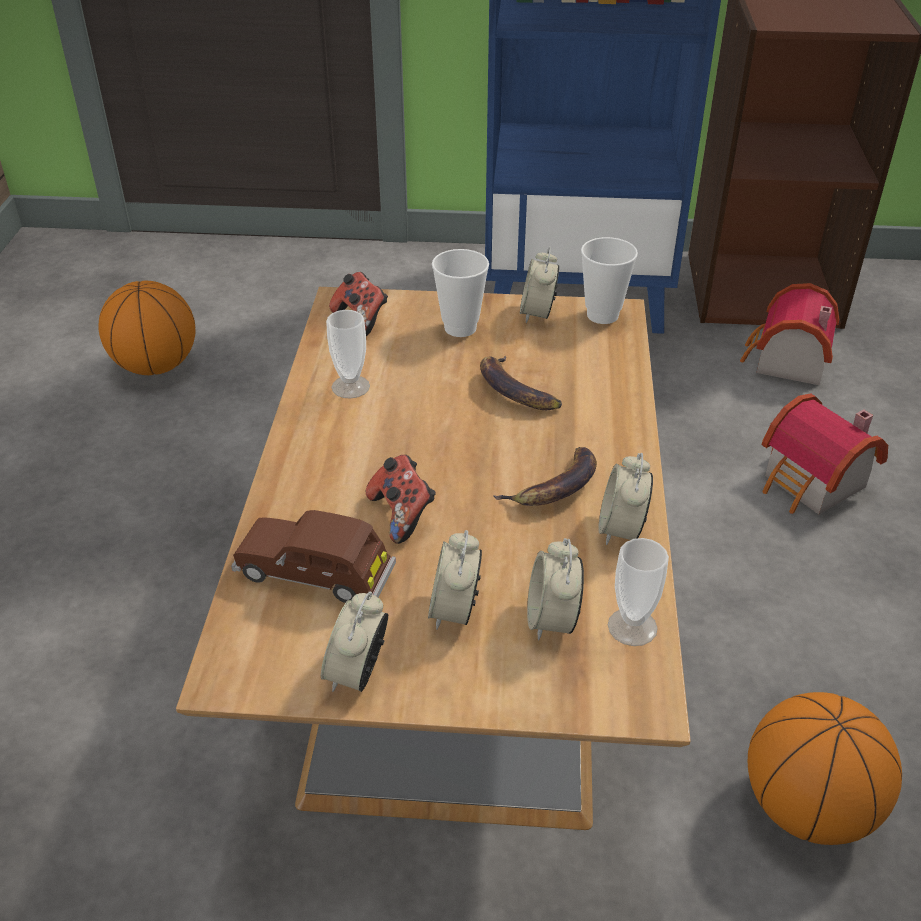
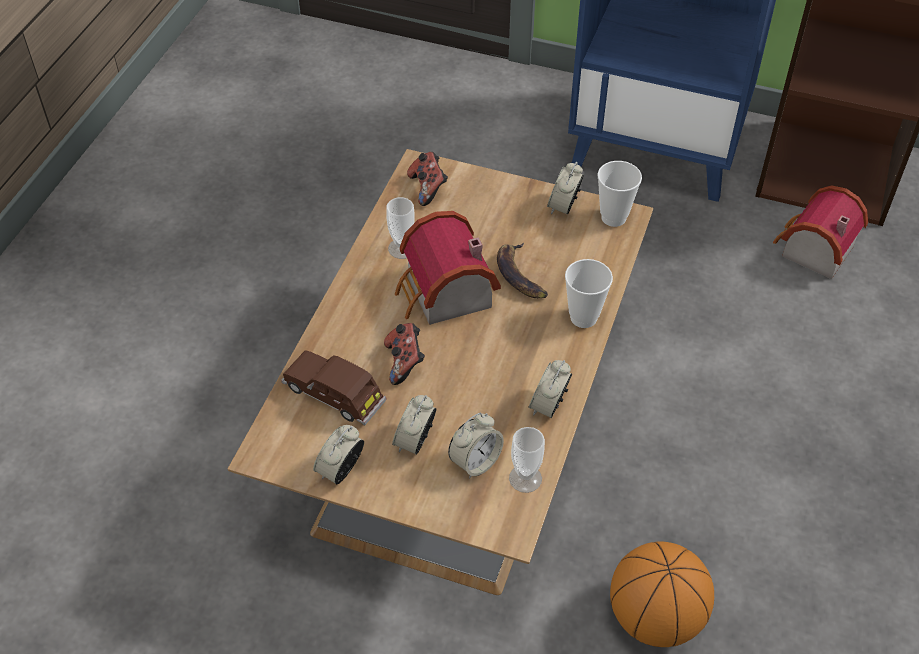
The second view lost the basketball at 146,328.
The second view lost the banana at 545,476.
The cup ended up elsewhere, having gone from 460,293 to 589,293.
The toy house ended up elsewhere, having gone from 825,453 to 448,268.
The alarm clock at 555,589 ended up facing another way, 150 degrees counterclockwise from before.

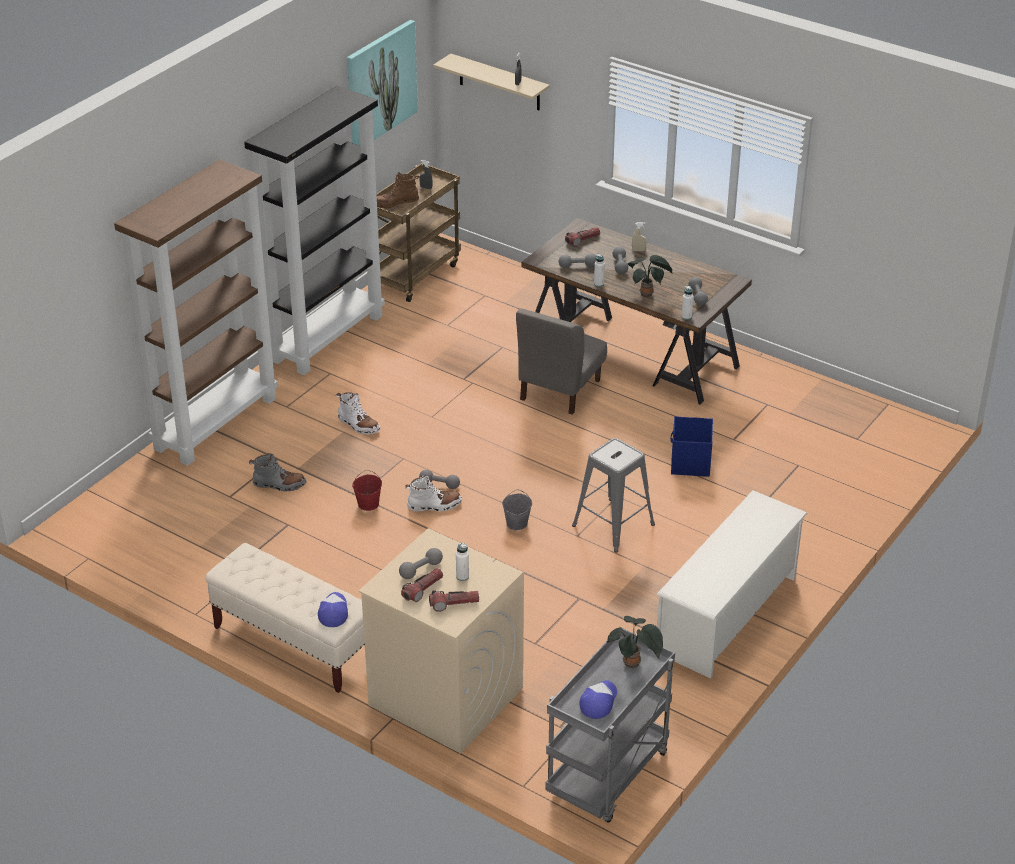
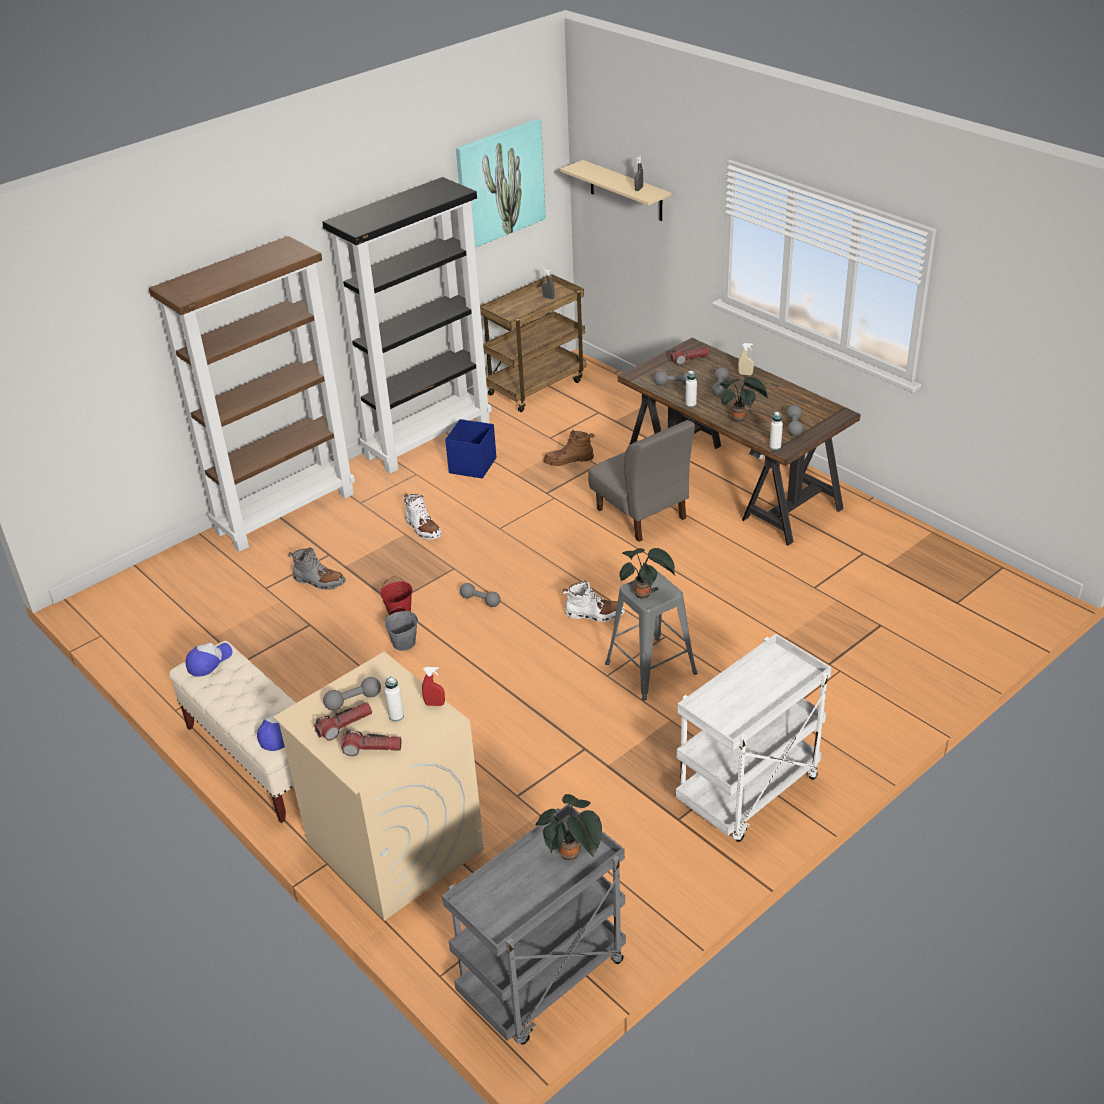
The second view gained the red spray bottle at 433,686.
The second view gained the potted plant at 648,573.
The brown boot ended up elsewhere, having gone from 398,190 to 569,448.
The white boot ended up elsewhere, having gone from 433,493 to 594,601.
The grey bucket ended up elsewhere, having gone from 517,509 to 401,629.
The cap ended up elsewhere, having gone from 598,699 to 209,660.
The blue storage box ended up elsewhere, having gone from 692,446 to 470,449.
Where the white shoe rack stood at 732,584, the white cart came to stand at 753,738.
The grey chair at 561,361 ended up facing another way, 75 degrees counterclockwise from before.

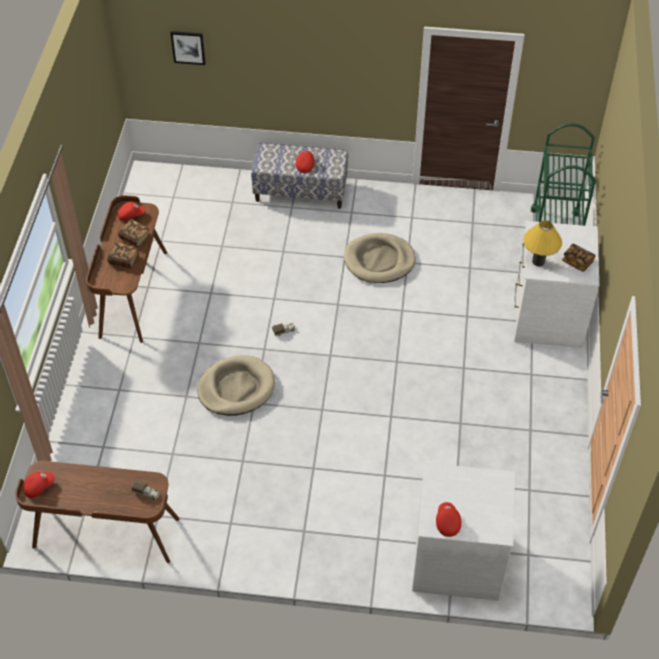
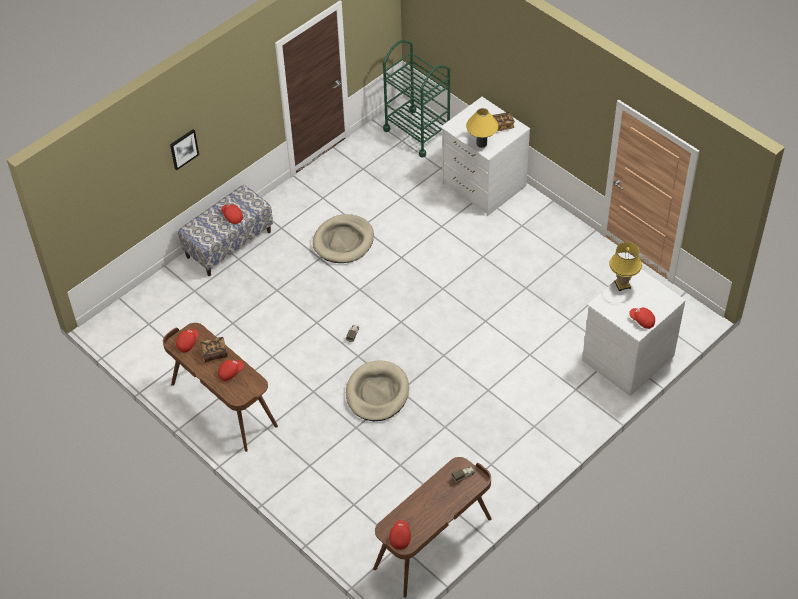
The second view gained the yellow table lamp at 625,266.
The picture ended up elsewhere, having gone from 188,48 to 184,149.
Where the book stood at 123,255, the red cap came to stand at 231,370.

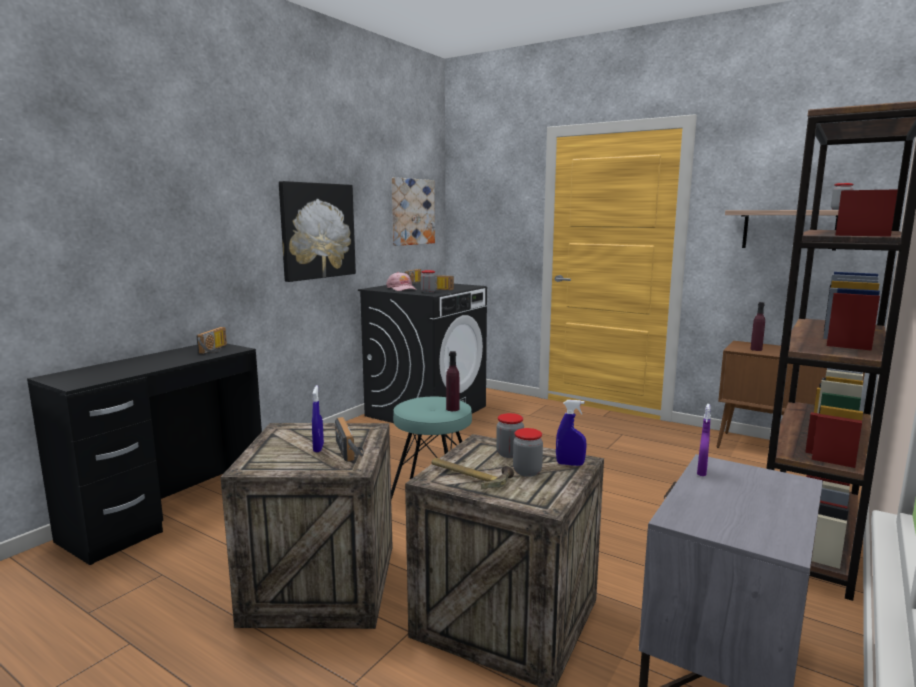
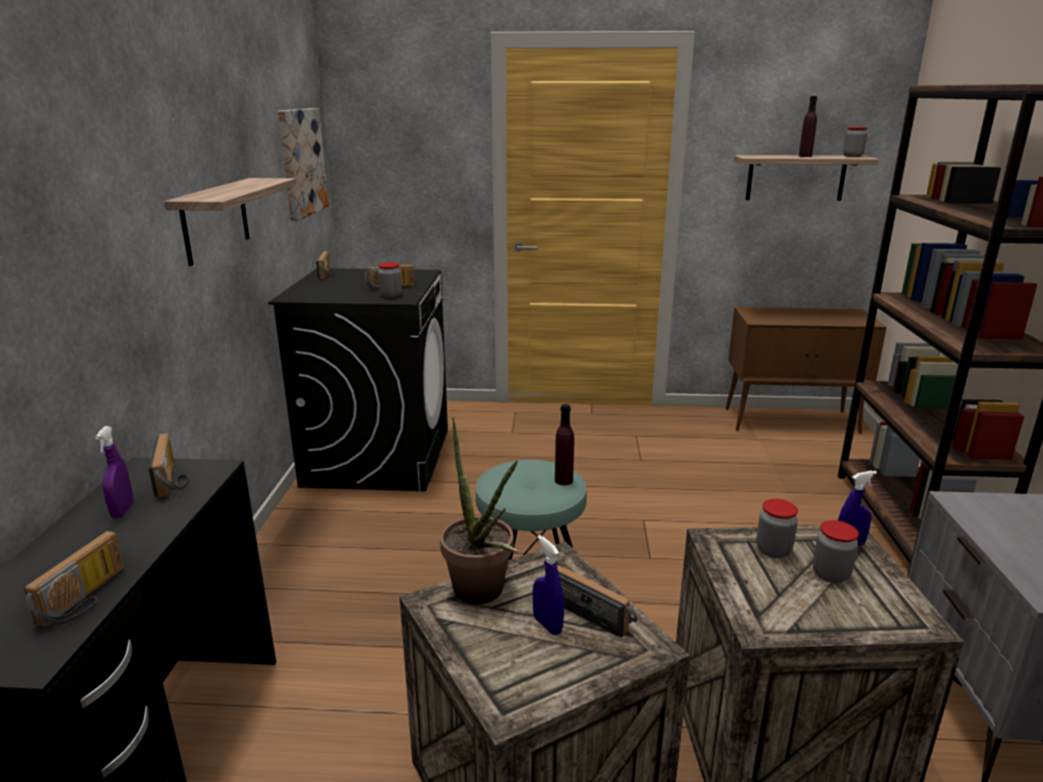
The second view lost the pink cap at 401,281.
The second view lost the hammer at 473,473.
The second view gained the radio at 74,579.
The second view gained the potted plant at 479,510.
The purple spray bottle ended up elsewhere, having gone from 704,440 to 114,472.
The purple bottle ended up elsewhere, having gone from 757,326 to 808,126.
Where the picture hung at 317,231, the shelf came to hang at 230,222.

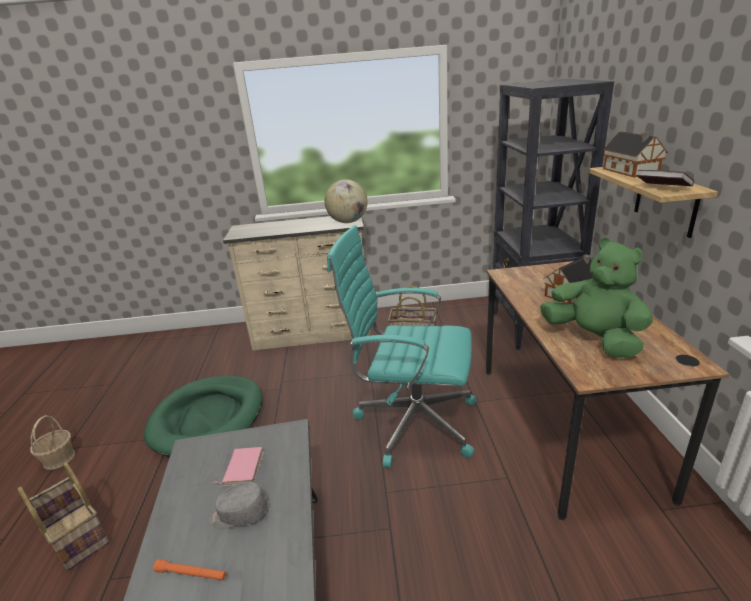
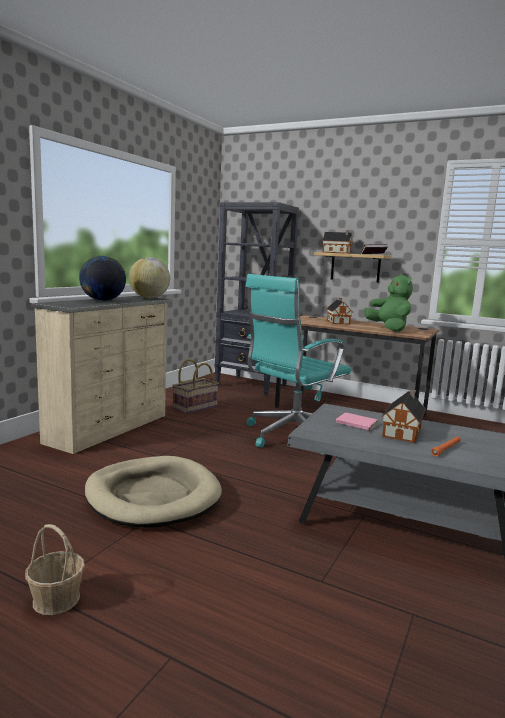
The second view lost the basket at 63,516.
The second view gained the globe at 102,278.
Where the grey cap stood at 237,505, the toy house came to stand at 404,416.
What was the green dog bed at 203,416 turned into the beige dog bed at 153,492.
The green plush toy at 596,298 ended up facing another way, 75 degrees clockwise from before.

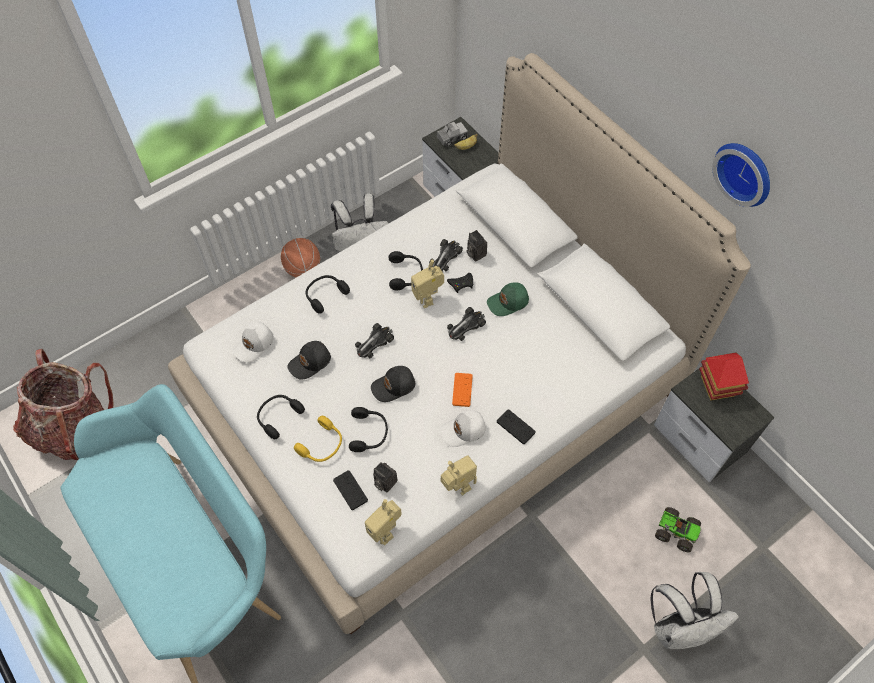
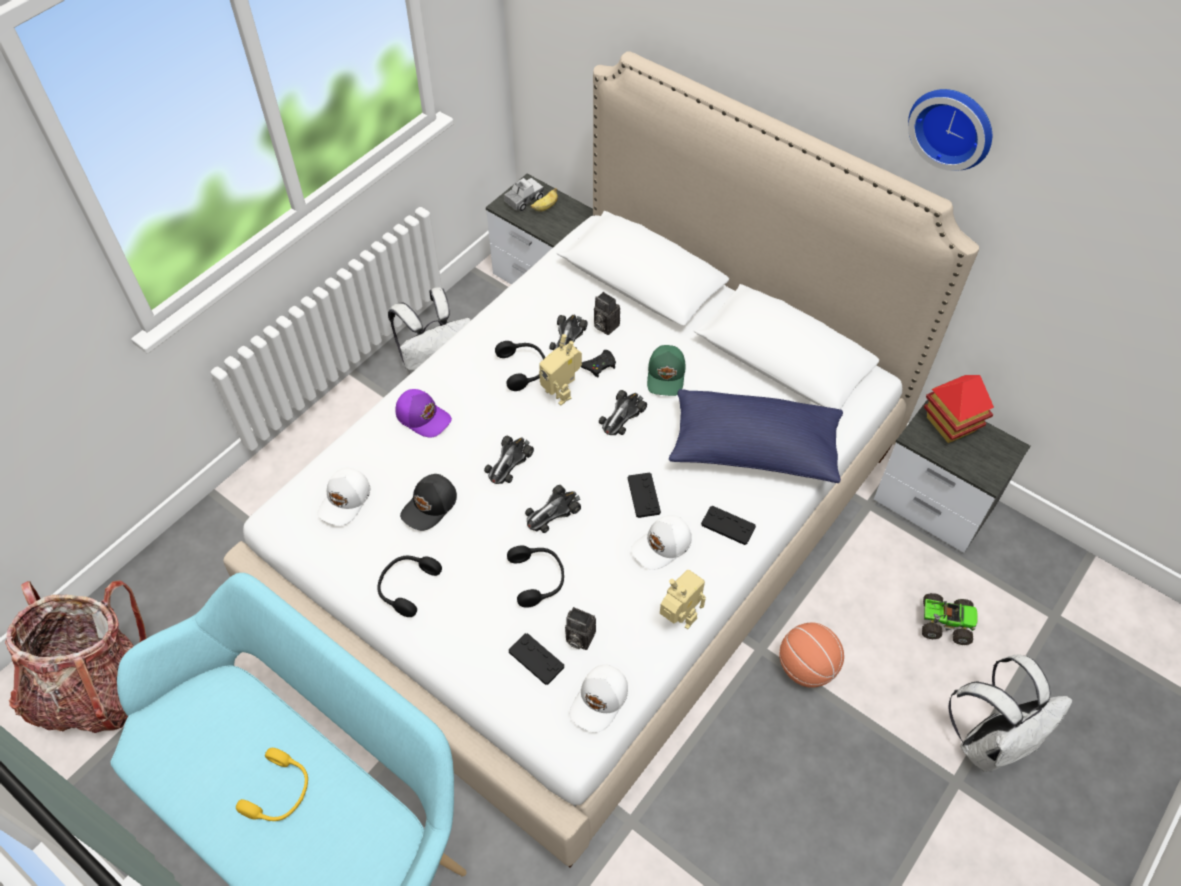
The second view gained the blue pillow at 756,436.
The basketball ended up elsewhere, having gone from 300,257 to 811,655.
The yellow headphones ended up elsewhere, having gone from 318,439 to 272,784.
Where the black headphones stood at 328,294, the purple cap came to stand at 423,413.
Where the toy robot stood at 383,522, the white cap came to stand at 599,698.
Where the black cap stood at 393,384, the toy car came to stand at 553,509.
What was the orange game controller at 462,390 turned into the black game controller at 644,495.
The green cap at 508,299 ended up facing another way, 45 degrees counterclockwise from before.

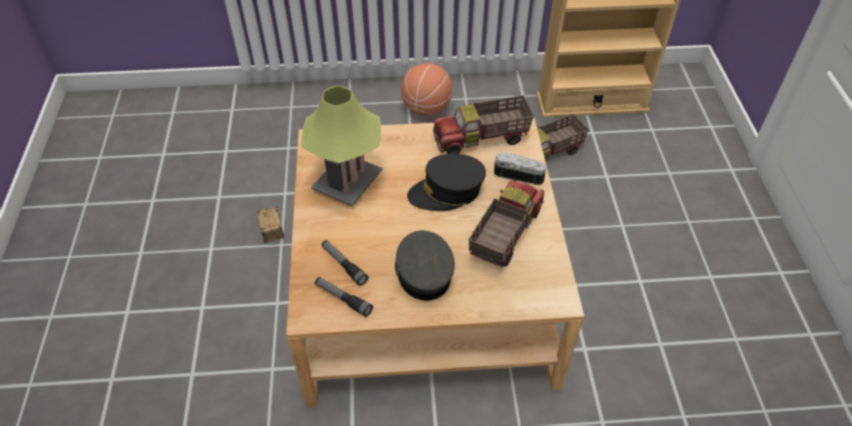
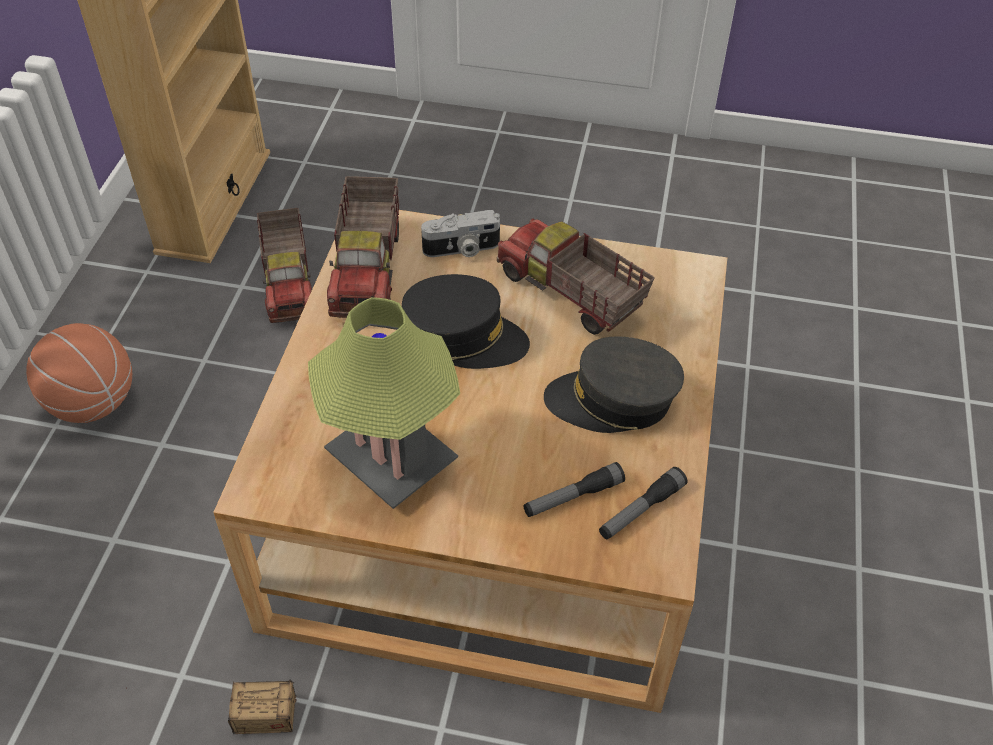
The black cap at 446,182 ended up facing another way, 75 degrees counterclockwise from before.
The photo camera at 520,168 ended up facing another way, 135 degrees counterclockwise from before.

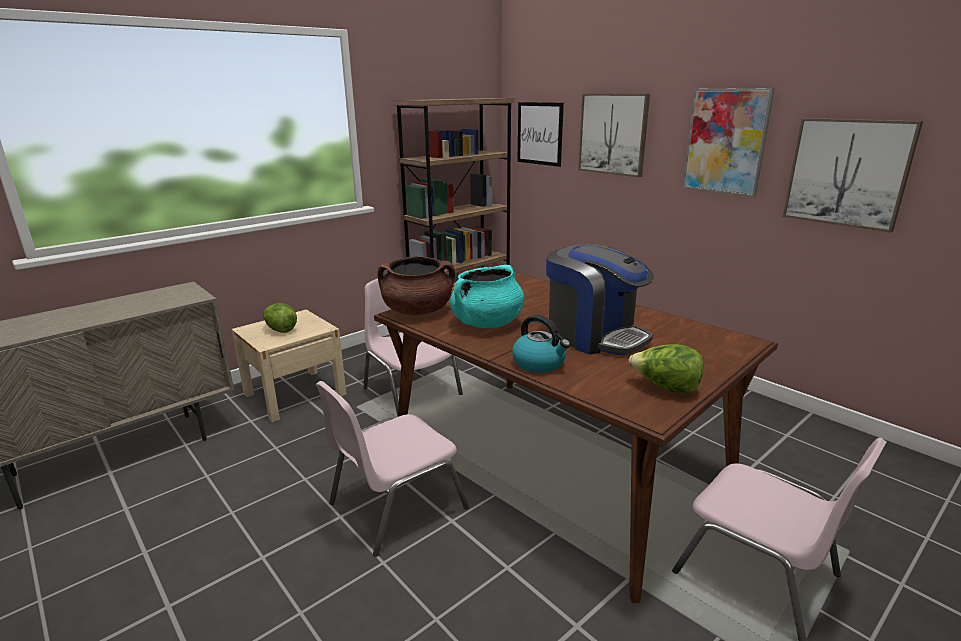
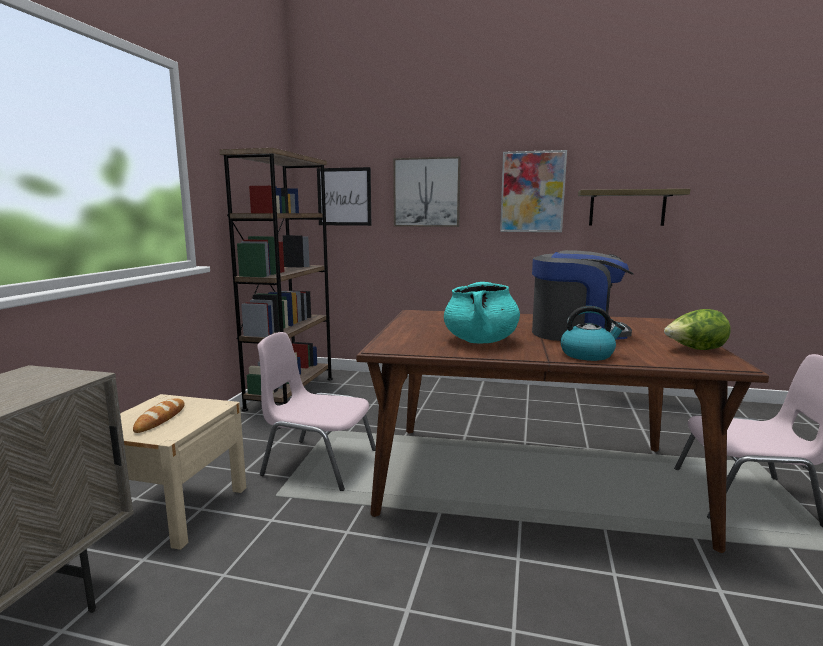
The second view lost the pink chair at 392,469.
The second view lost the brown cooking pot at 416,285.
Where the lettuce stood at 280,318, the bread came to stand at 159,415.
Where the picture hung at 853,175, the shelf came to hang at 634,207.

